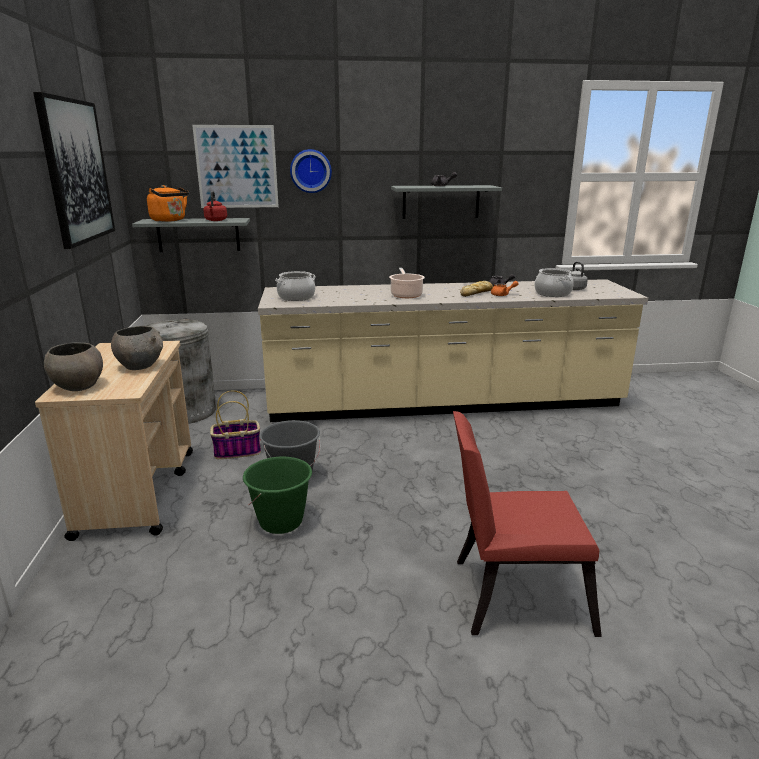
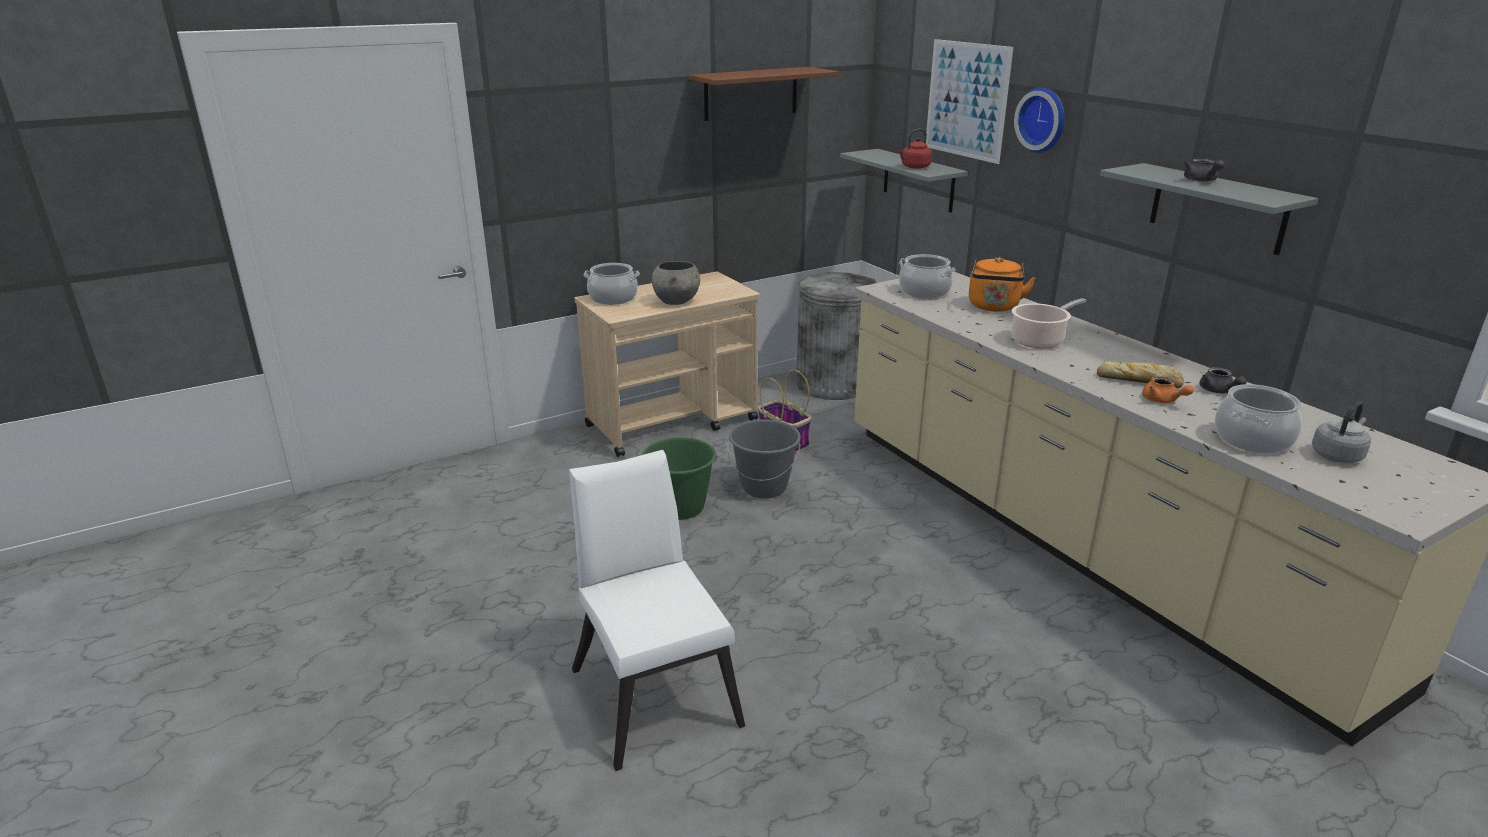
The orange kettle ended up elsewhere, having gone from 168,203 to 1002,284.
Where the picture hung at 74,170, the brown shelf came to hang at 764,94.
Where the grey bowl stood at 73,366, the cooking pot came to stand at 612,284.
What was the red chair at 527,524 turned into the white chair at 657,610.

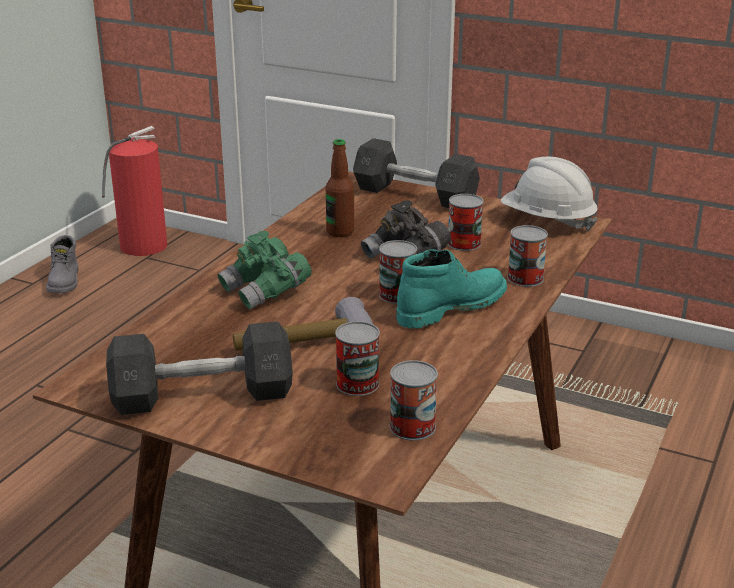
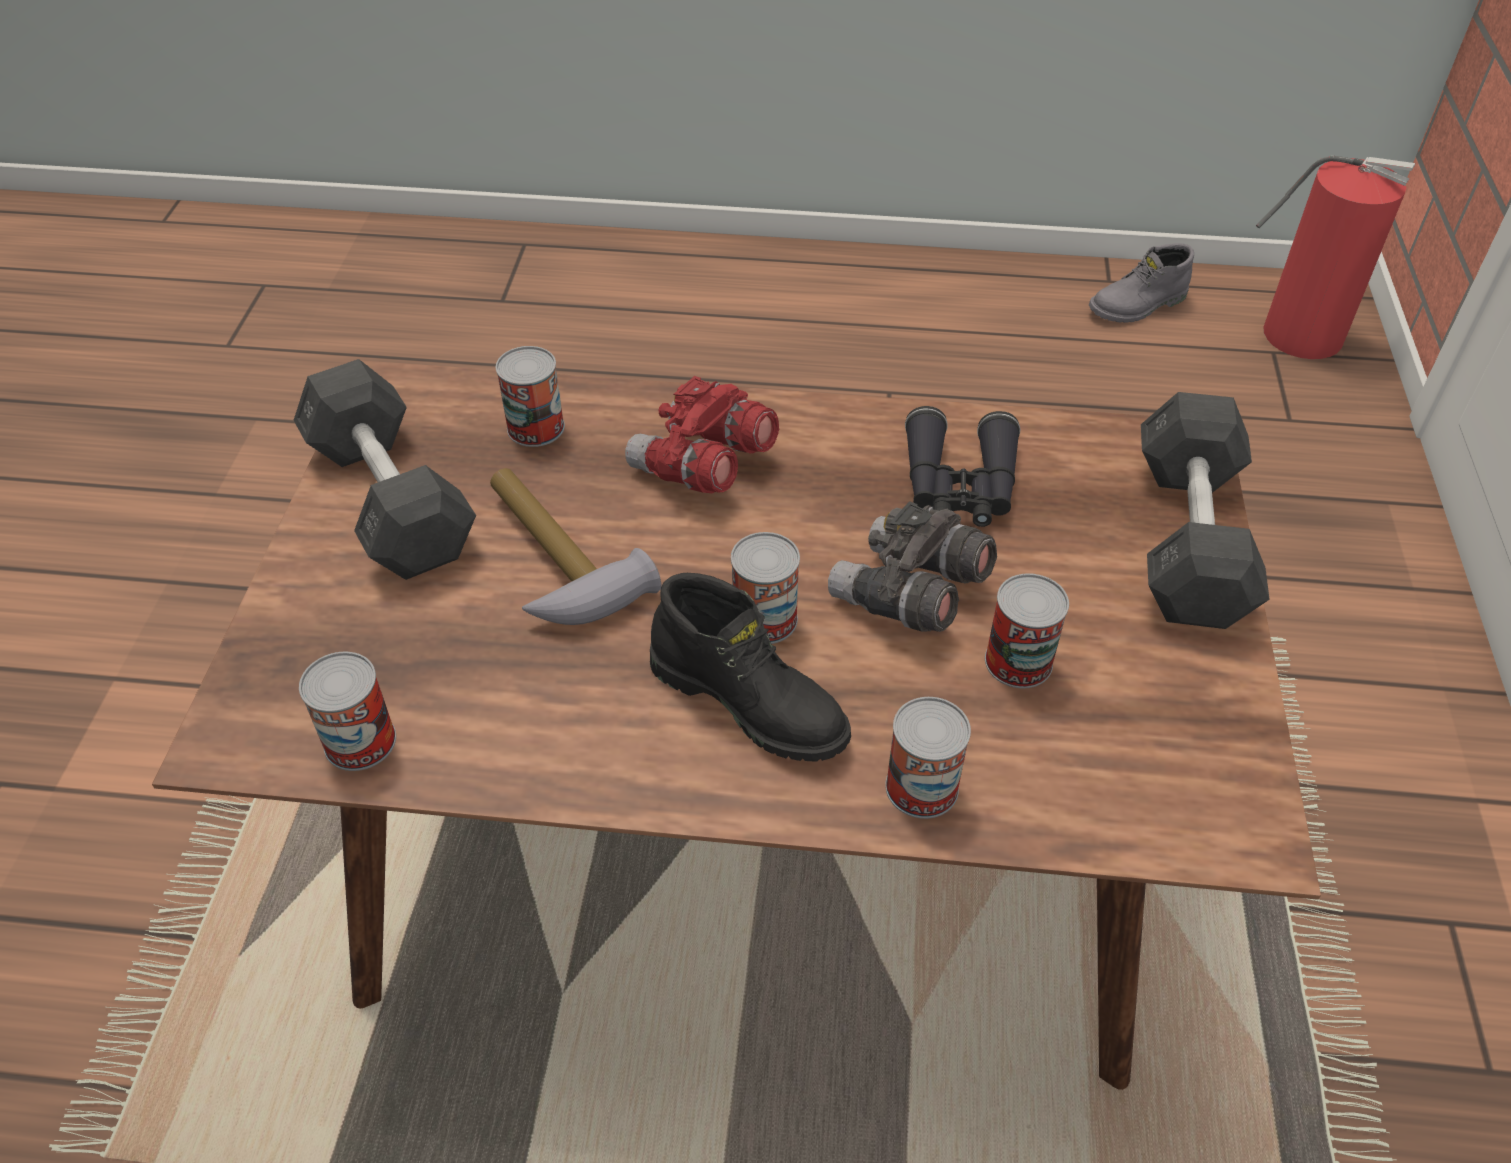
The second view lost the white hard hat at 549,194.
The can ended up elsewhere, having gone from 357,358 to 530,396.
Where the bottle stood at 340,188, the black binoculars came to stand at 962,466.
What was the green binoculars at 265,270 turned into the red binoculars at 702,434.
What was the turquoise boot at 451,289 turned into the black boot at 750,667.

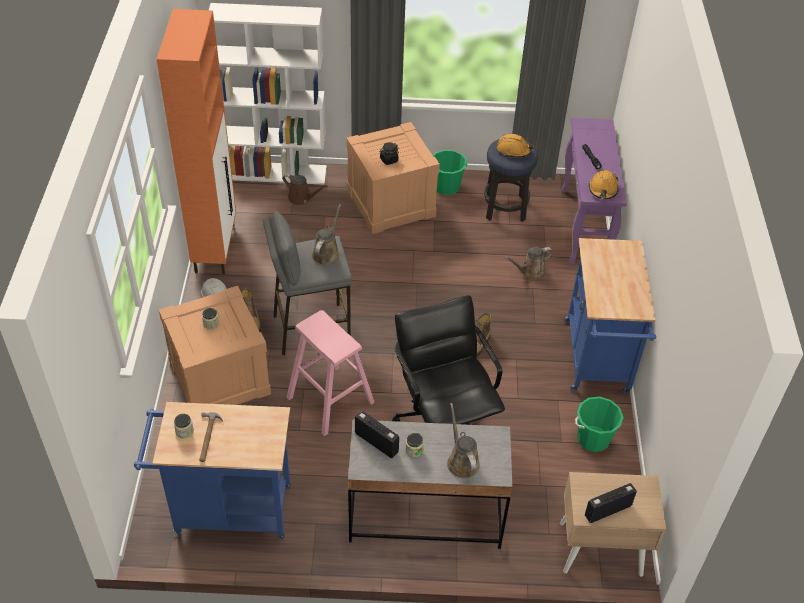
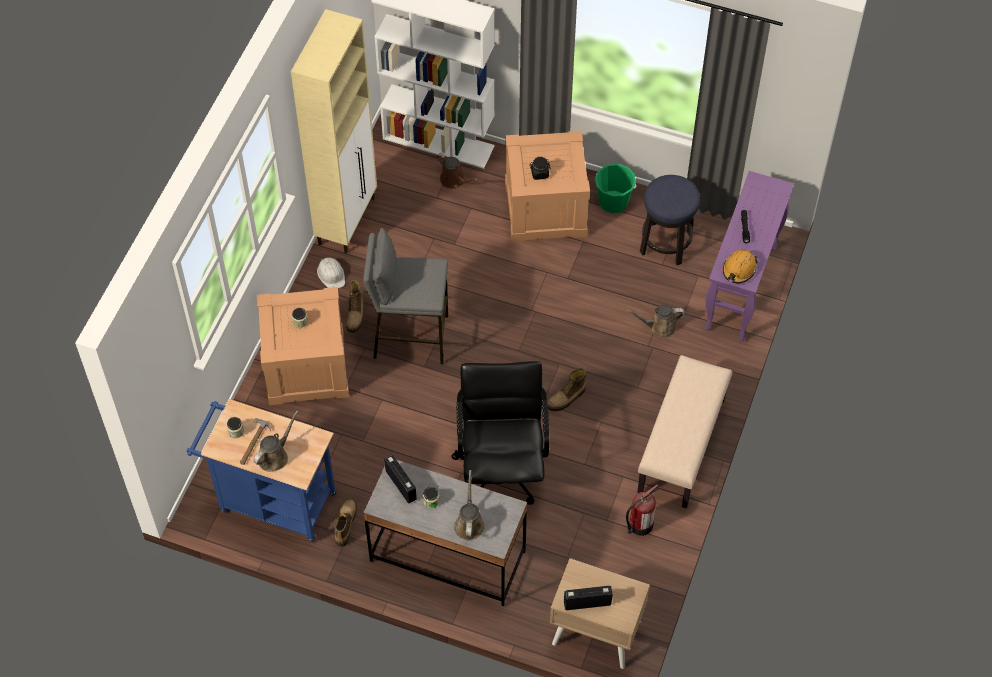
The second view lost the pink stool at 330,373.
The second view lost the orange hard hat at 515,146.
The second view gained the boot at 345,523.
The brown watering can ended up elsewhere, having gone from 326,234 to 276,441.
Where the blue cart stood at 610,315, the beige bench came to stand at 684,431.
Where the green bucket stood at 599,424, the fire extinguisher came to stand at 642,510.
What was the orange cabinet at 196,141 turned into the beige cabinet at 334,131.

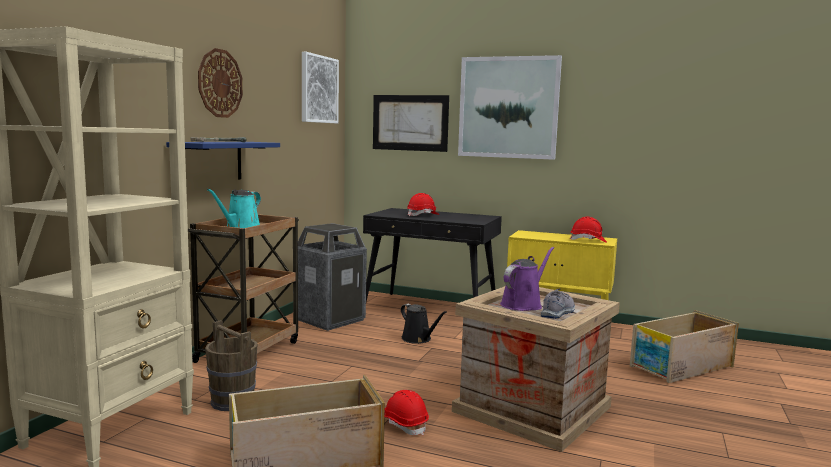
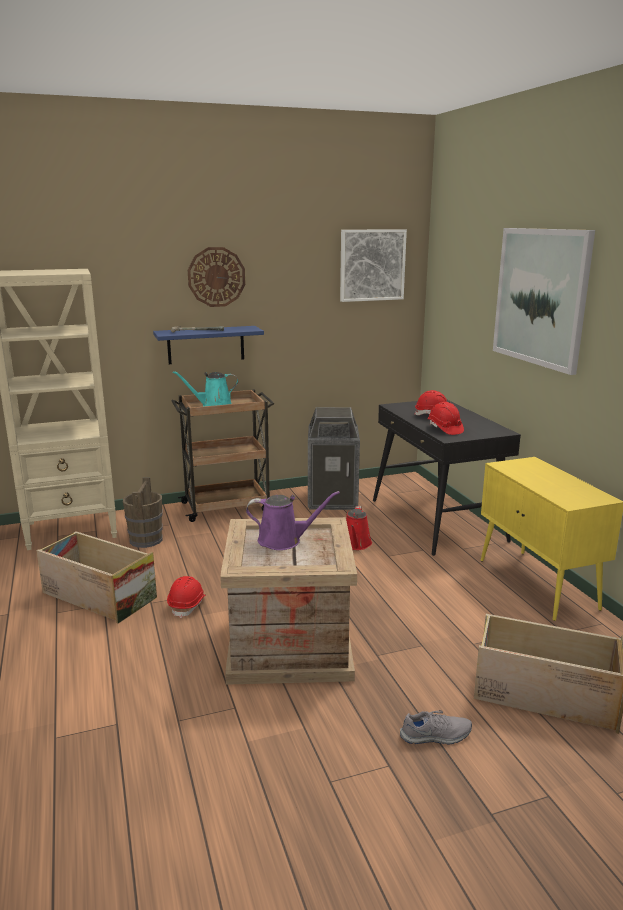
The second view lost the picture at 411,123.
The grey shoe ended up elsewhere, having gone from 558,304 to 436,727.
The red hard hat ended up elsewhere, having gone from 588,230 to 446,418.
What was the black watering can at 424,324 turned into the red watering can at 359,528.

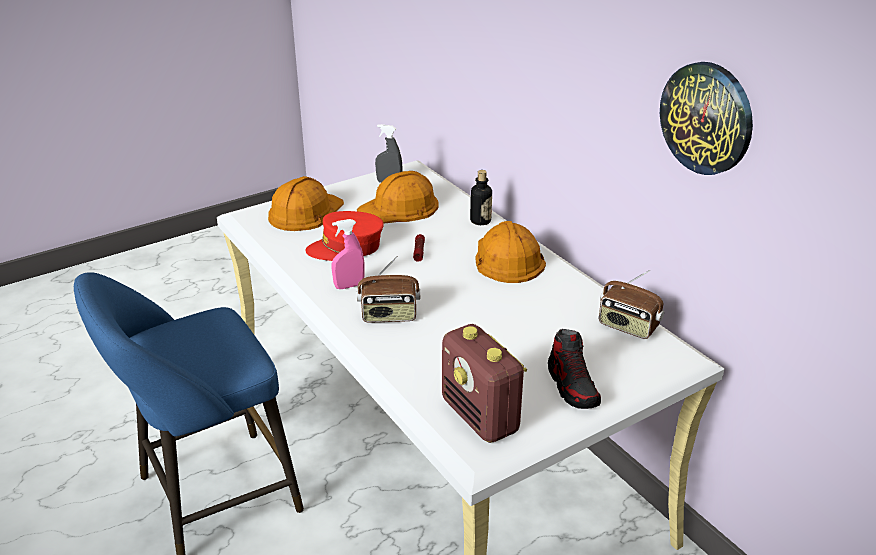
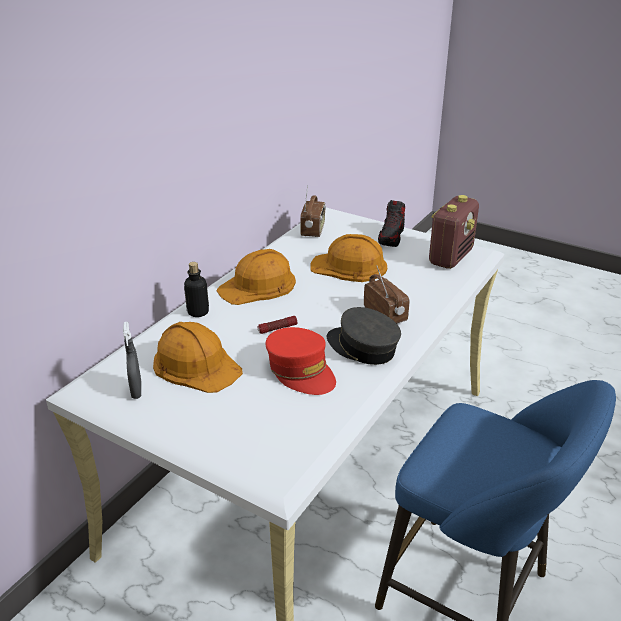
The second view lost the wall clock at 706,118.
The orange hard hat ended up elsewhere, having gone from 306,203 to 349,258.
Where the pink spray bottle stood at 348,254, the grey cap came to stand at 364,336.
The shoe at 574,369 ended up facing another way, 150 degrees clockwise from before.

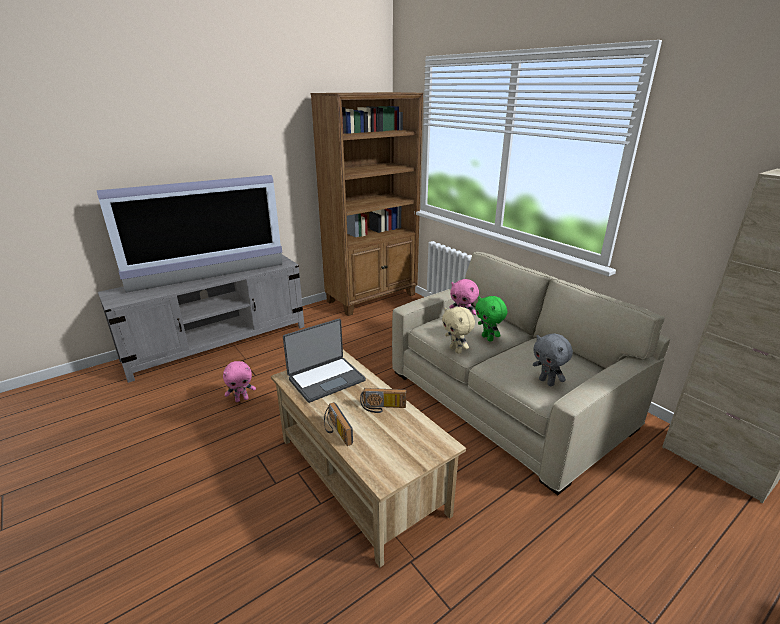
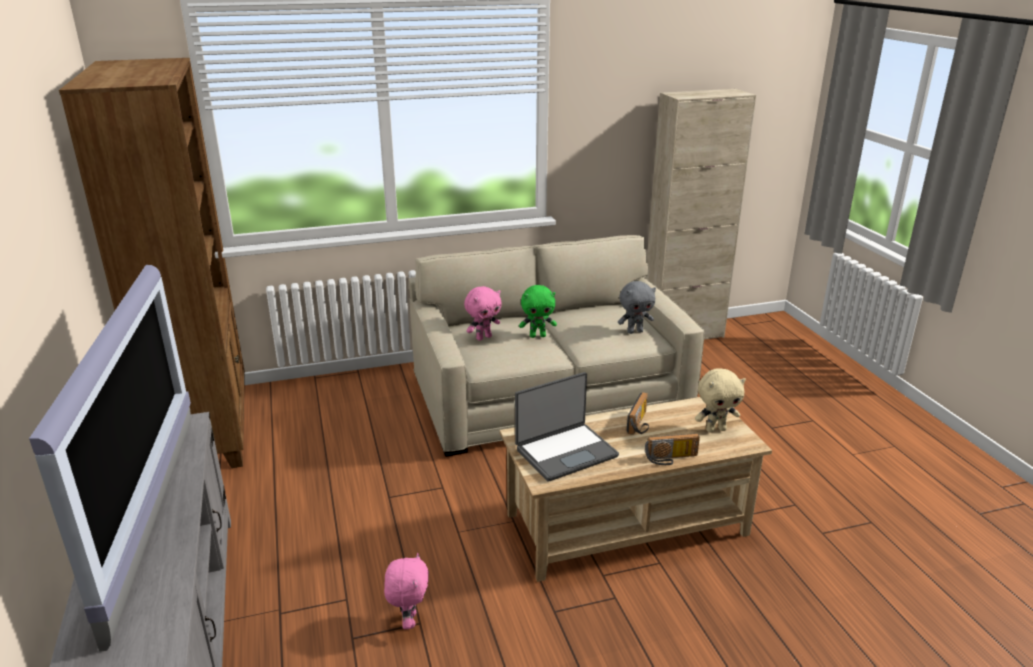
The beige plush toy ended up elsewhere, having gone from 458,330 to 720,400.
The laptop at 324,361 ended up facing another way, 75 degrees clockwise from before.

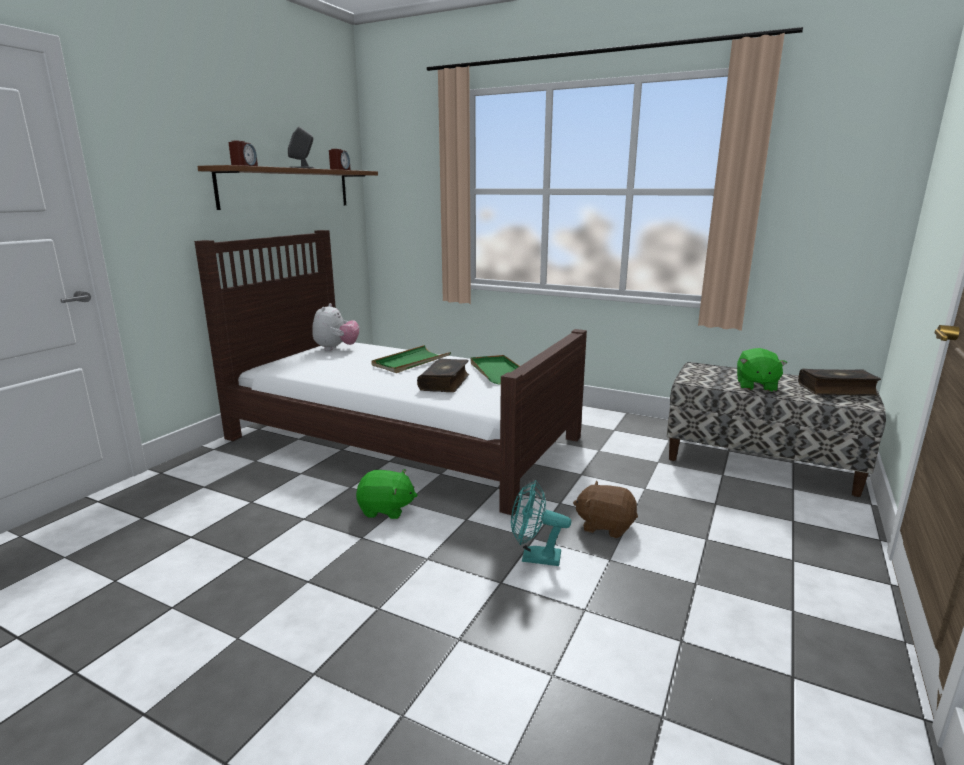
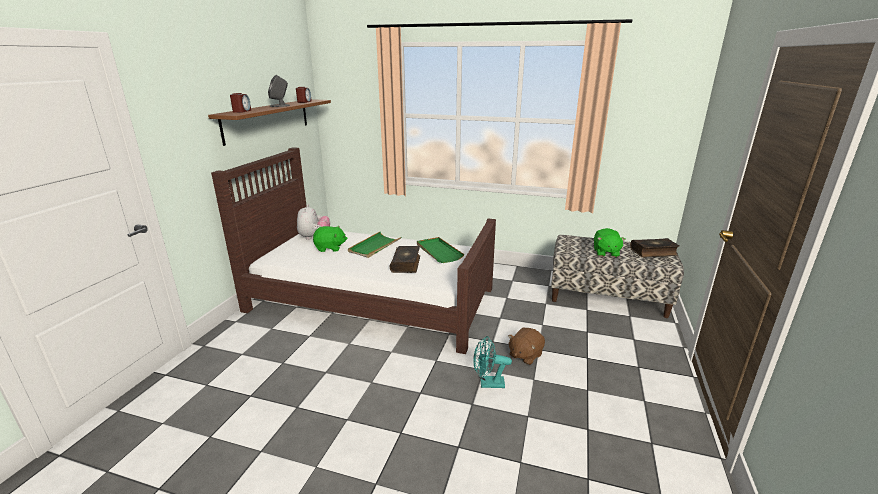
The green plush toy ended up elsewhere, having gone from 386,494 to 330,239.
The brown plush toy at 605,509 ended up facing another way, 60 degrees counterclockwise from before.

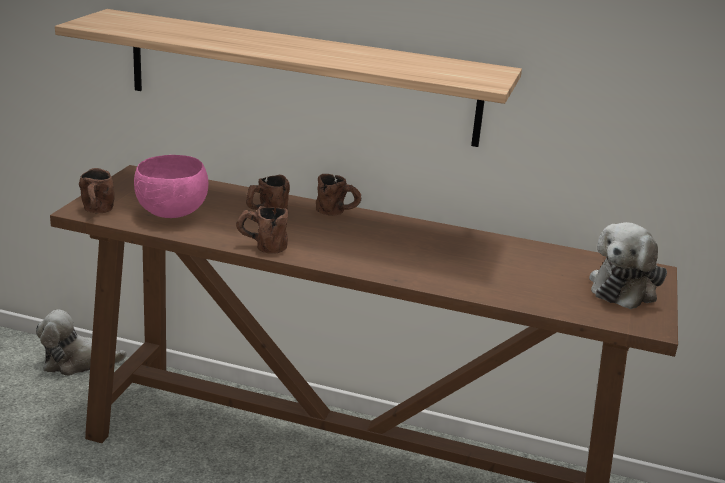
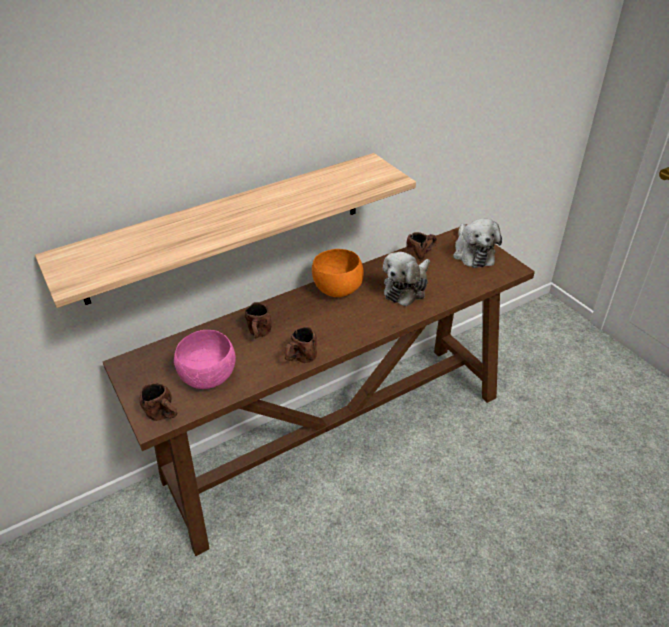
The second view gained the orange bowl at 338,273.
The plush toy ended up elsewhere, having gone from 81,343 to 406,279.
The brown mug ended up elsewhere, having gone from 338,195 to 422,246.

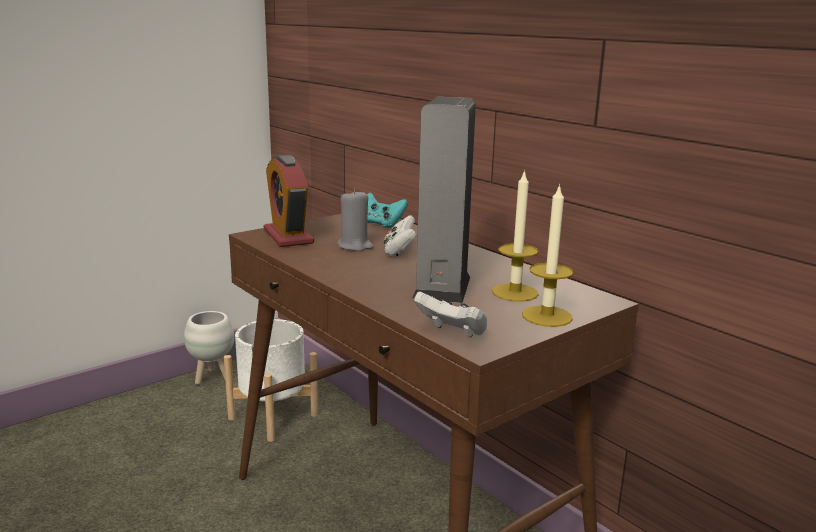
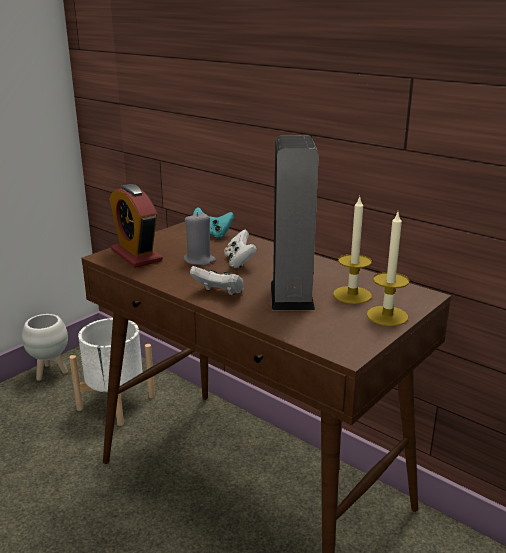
The white game controller ended up elsewhere, having gone from 450,314 to 217,280.

